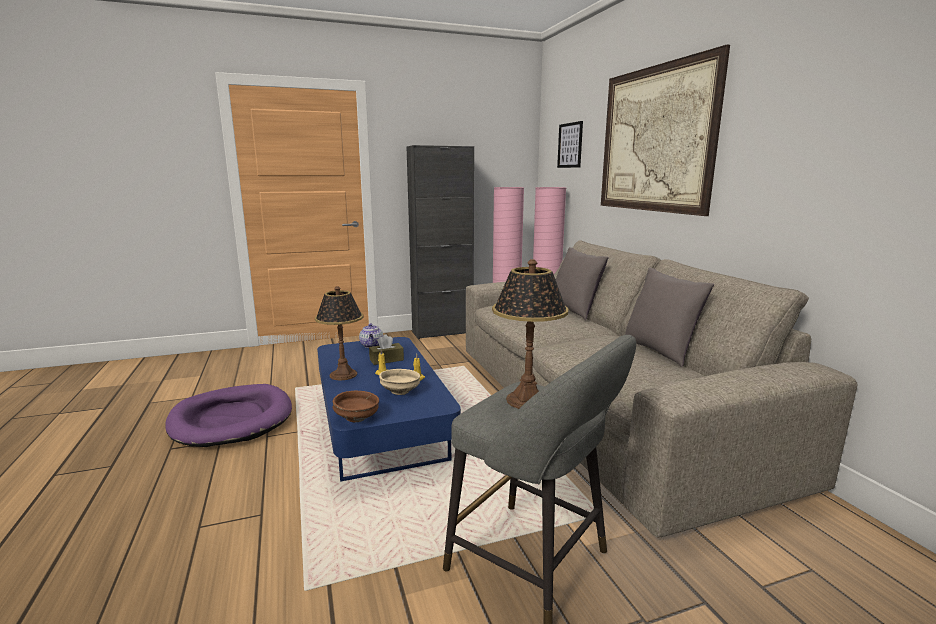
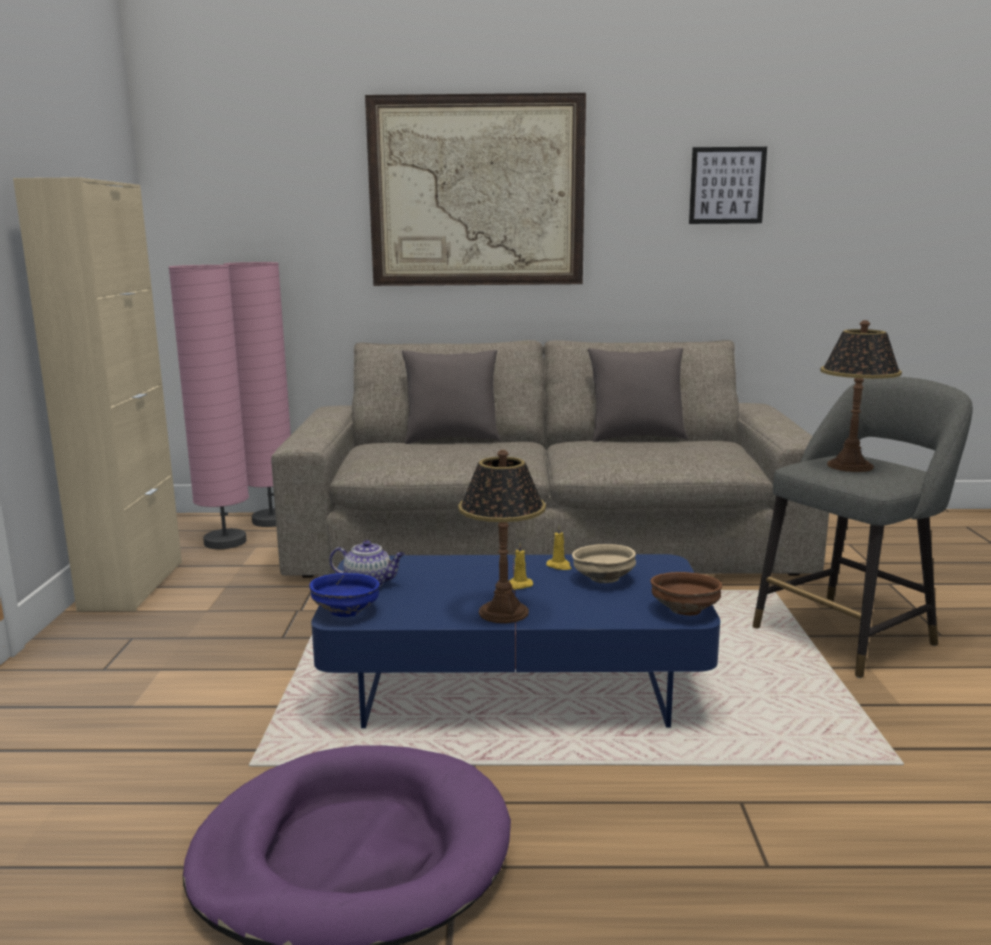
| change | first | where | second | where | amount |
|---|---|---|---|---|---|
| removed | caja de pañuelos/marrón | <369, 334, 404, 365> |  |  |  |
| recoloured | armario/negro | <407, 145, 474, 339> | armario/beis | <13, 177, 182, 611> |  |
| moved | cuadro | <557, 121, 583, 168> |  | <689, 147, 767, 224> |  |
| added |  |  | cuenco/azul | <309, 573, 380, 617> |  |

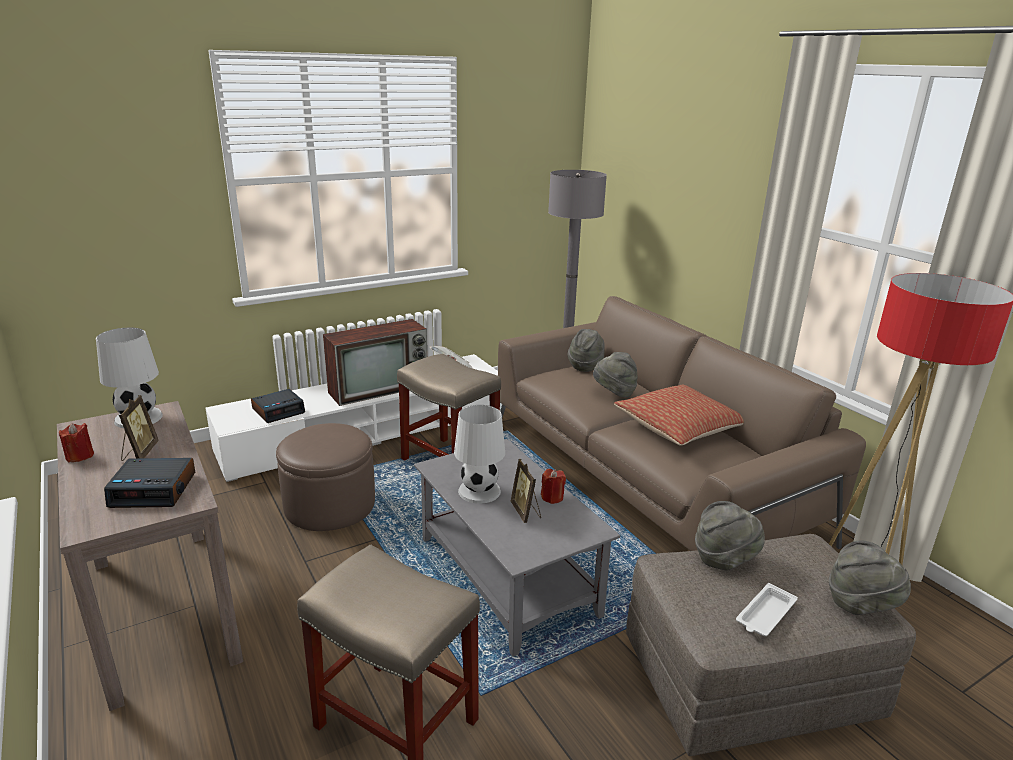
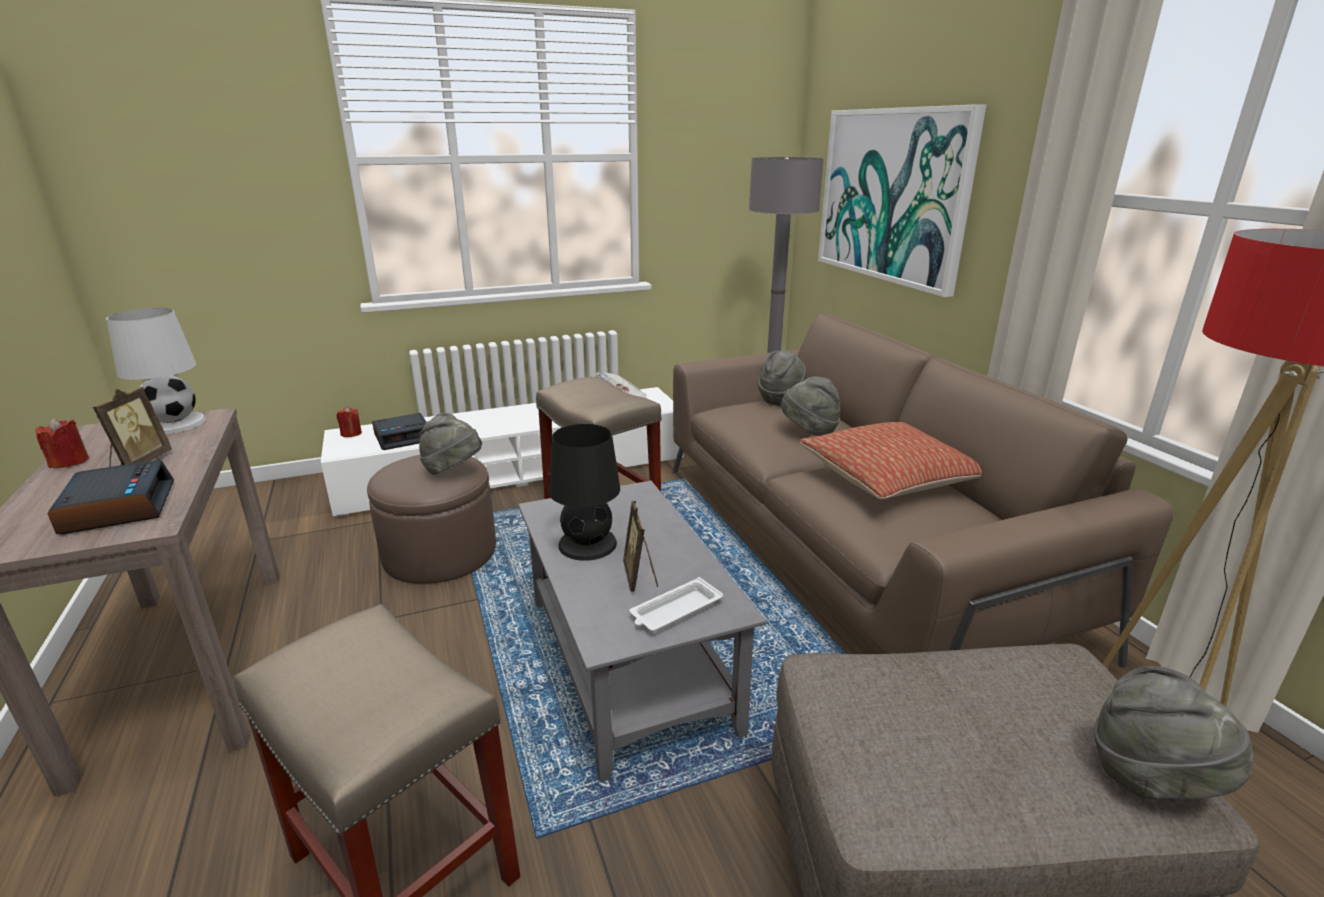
| change | first | where | second | where | amount |
|---|---|---|---|---|---|
| turned | despertador | <104, 458, 195, 508> |  | <47, 460, 174, 534> | 120 degrees counterclockwise |
| removed | televisor | <323, 319, 427, 406> |  |  |  |
| recoloured | lámpara de mesa/blanco | <454, 405, 505, 504> | lámpara de mesa/negro | <549, 424, 620, 561> |  |
| moved | vela/rojo | <541, 469, 566, 504> |  | <336, 407, 362, 437> |  |
| moved | sombrero/gris | <695, 501, 765, 571> |  | <419, 413, 482, 475> |  |
| moved | bandeja/blanco | <736, 583, 798, 636> |  | <629, 577, 723, 632> |  |
| added |  |  | cuadro | <818, 104, 986, 297> |  |

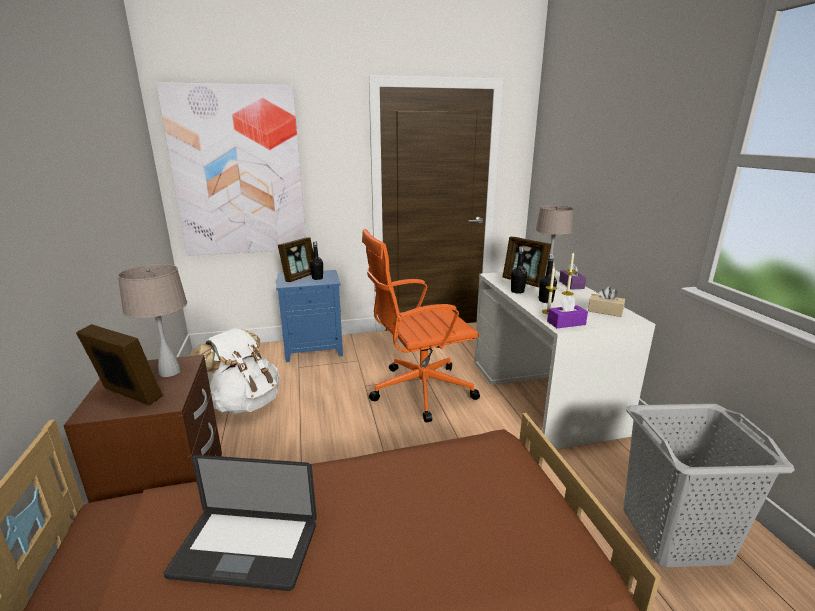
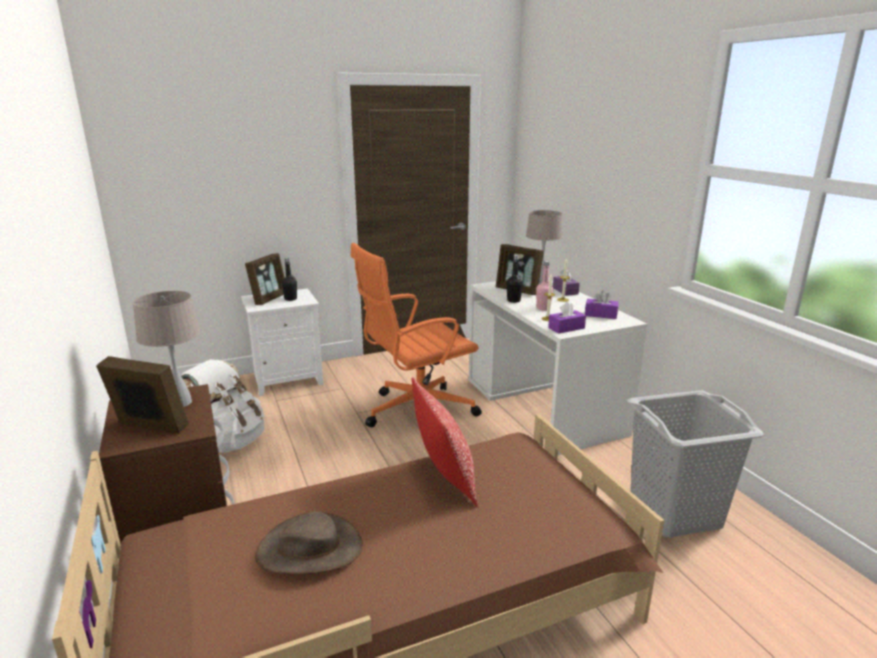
| change | first | where | second | where | amount |
|---|---|---|---|---|---|
| removed | cuadro | <156, 82, 306, 256> |  |  |  |
| replaced | portátil | <164, 455, 317, 591> | sombrero/marrón | <255, 512, 363, 575> |  |
| recoloured | mesita de noche/azul | <276, 270, 343, 362> | mesita de noche/blanco | <241, 288, 324, 396> |  |
| recoloured | botella/negro | <538, 254, 557, 303> | botella/rosa | <536, 261, 553, 310> |  |
| recoloured | caja de pañuelos/beis | <588, 286, 625, 317> | caja de pañuelos/morado | <585, 290, 618, 319> |  |
| added |  |  | cojín | <411, 377, 478, 507> |  |

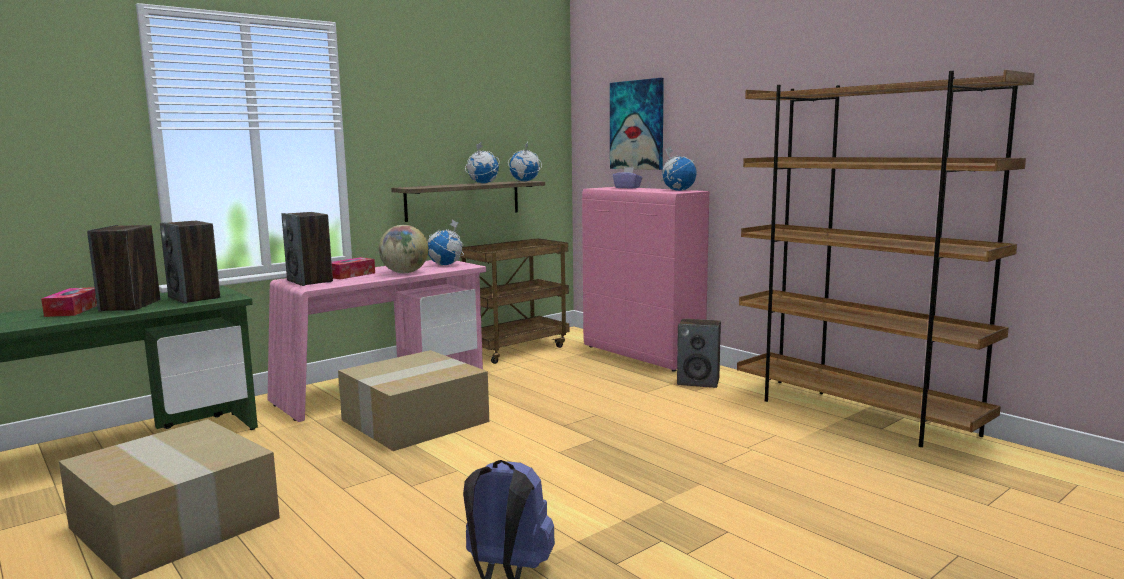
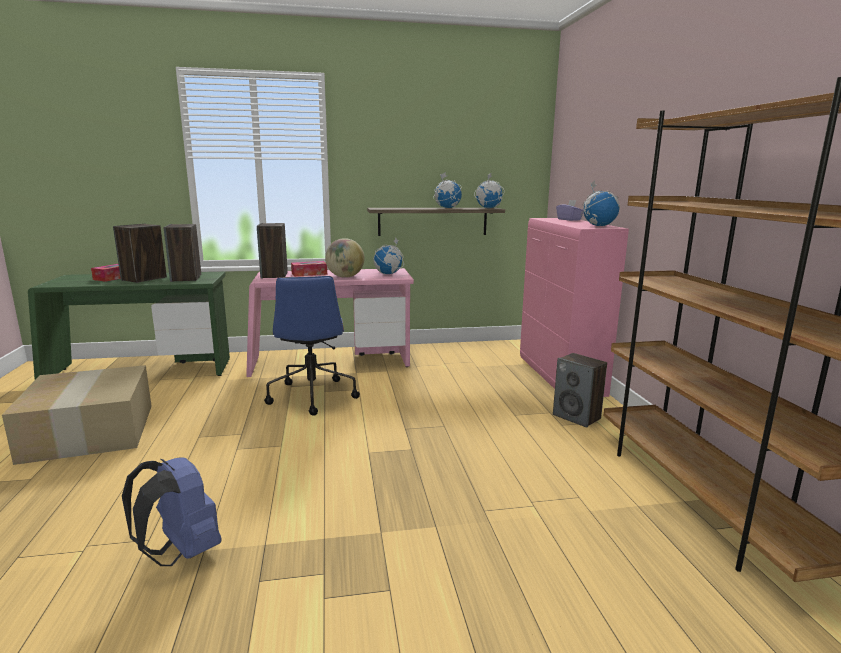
| change | first | where | second | where | amount |
|---|---|---|---|---|---|
| replaced | caja de cartón | <338, 350, 489, 451> | silla de oficina/azul | <264, 276, 360, 415> |  |
| removed | carrito/marrón | <460, 238, 569, 364> |  |  |  |
| removed | cuadro | <610, 78, 664, 170> |  |  |  |

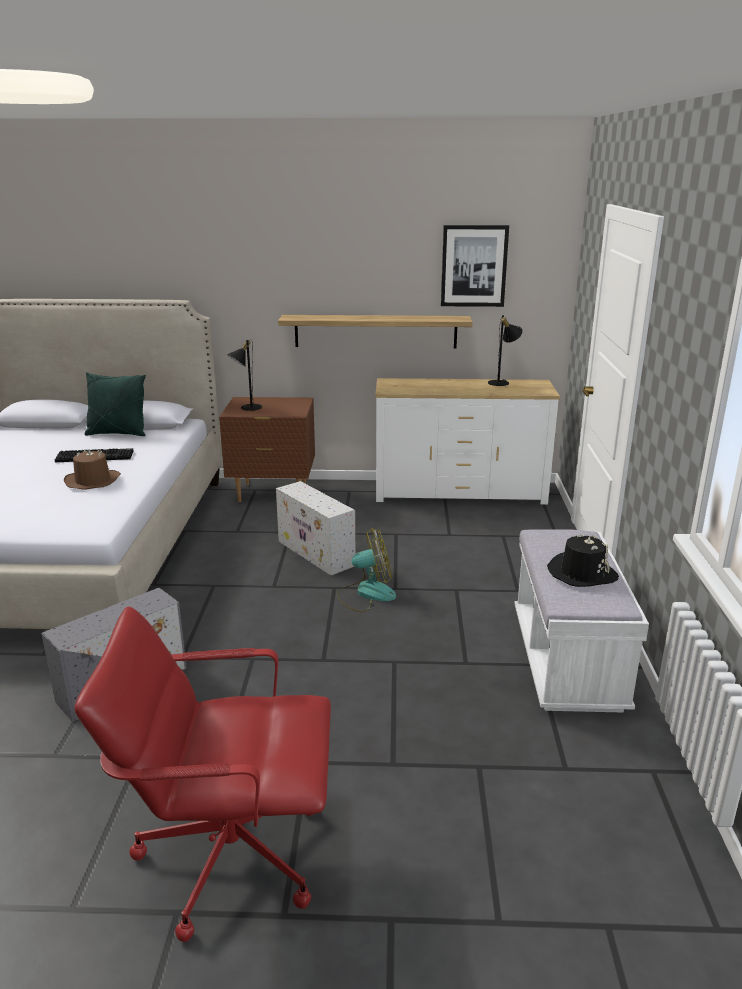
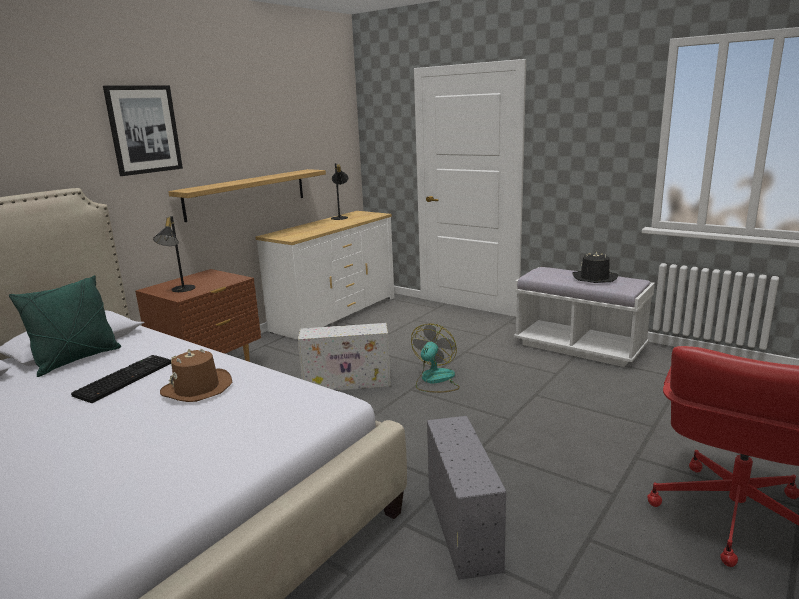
| change | first | where | second | where | amount |
|---|---|---|---|---|---|
| moved | cuadro | <441, 225, 509, 307> |  | <103, 85, 183, 176> |  |

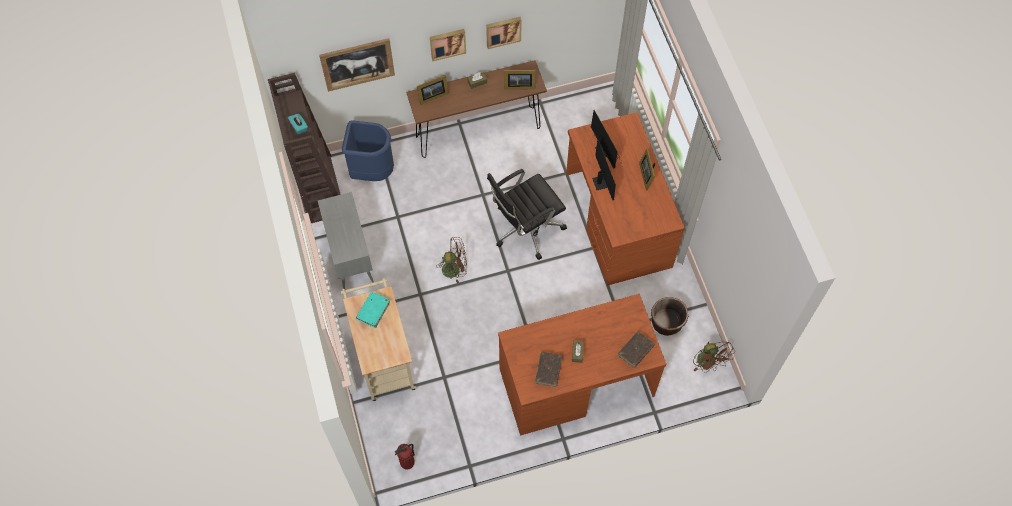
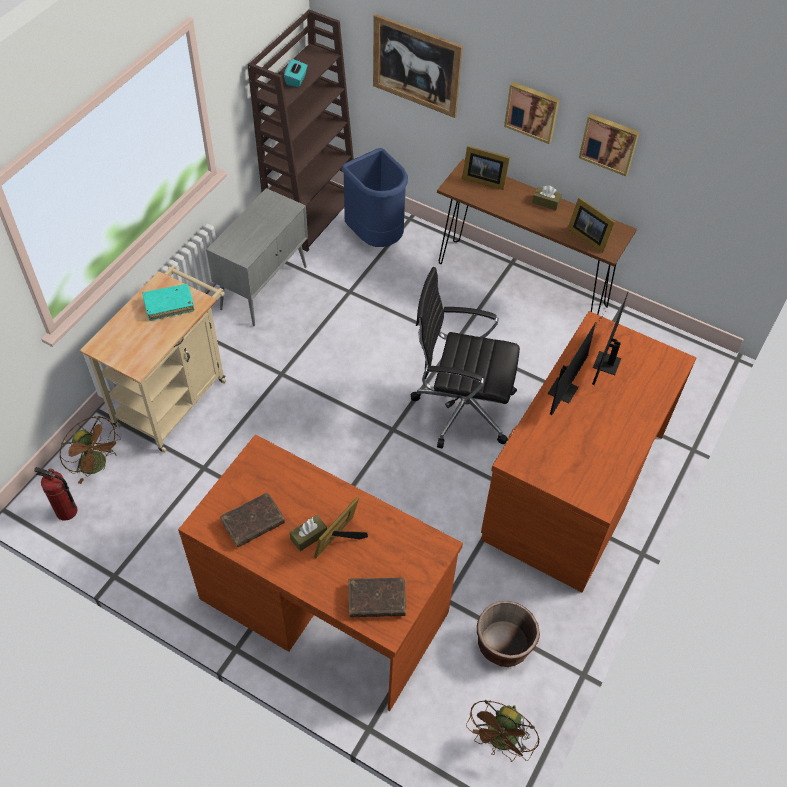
| change | first | where | second | where | amount |
|---|---|---|---|---|---|
| moved | ventilador/marrón | <436, 237, 467, 284> |  | <59, 416, 121, 484> |  |
| moved | portarretratos | <639, 148, 655, 191> |  | <314, 497, 368, 558> |  |

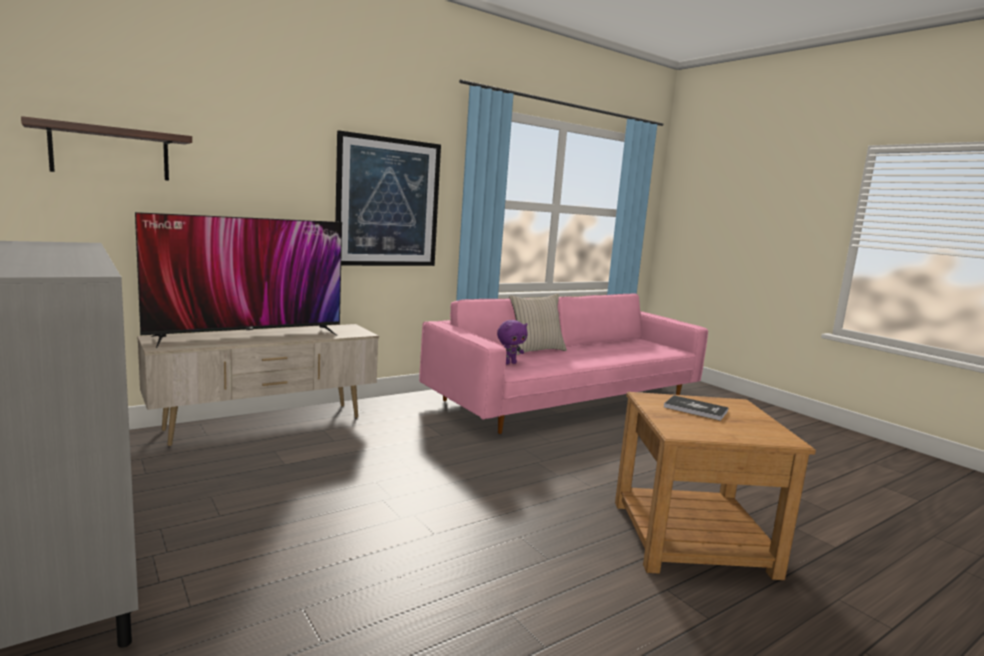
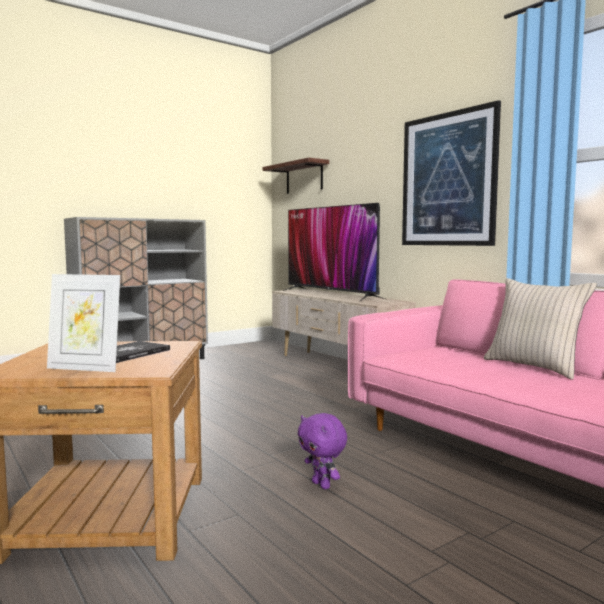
| change | first | where | second | where | amount |
|---|---|---|---|---|---|
| moved | peluche/morado | <497, 320, 528, 365> |  | <298, 413, 347, 489> |  |
| added |  |  | portarretratos | <47, 274, 120, 372> |  |

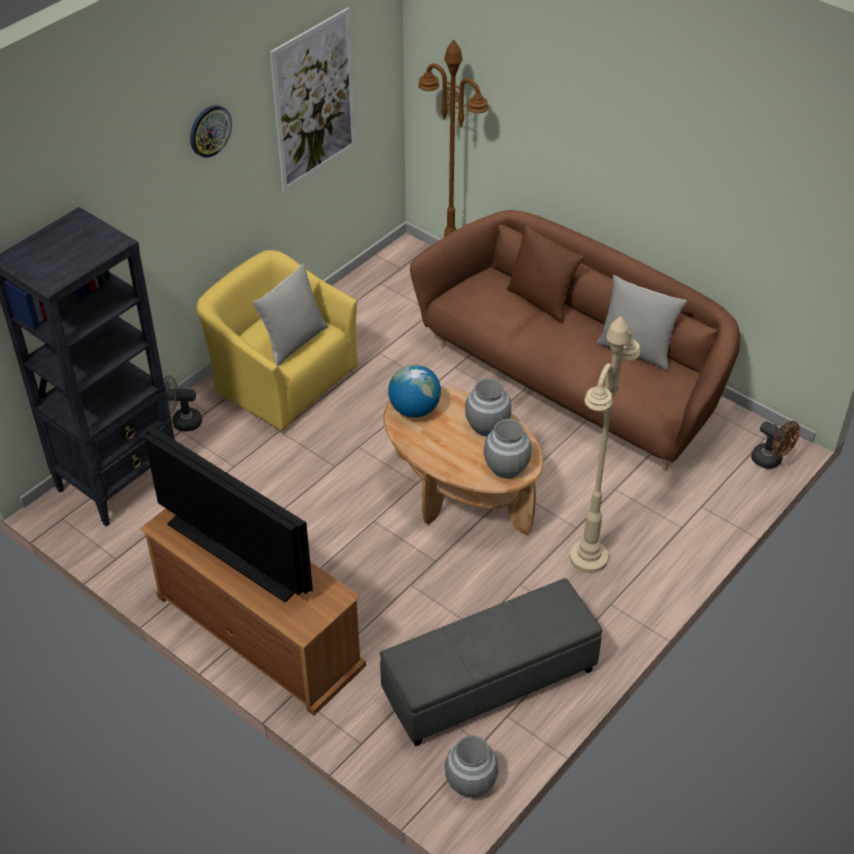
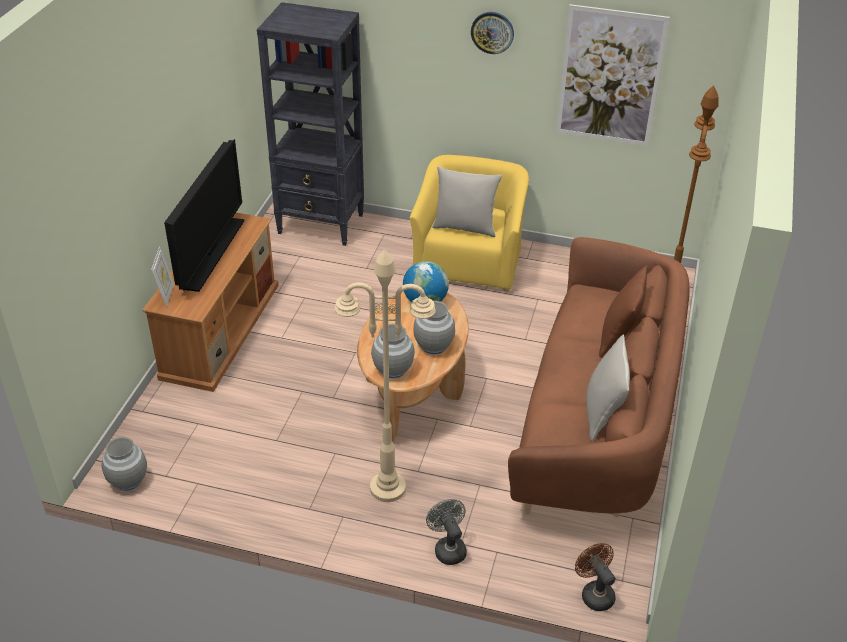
| change | first | where | second | where | amount |
|---|---|---|---|---|---|
| moved | ventilador/gris | <163, 375, 202, 432> |  | <426, 499, 467, 565> |  |
| removed | puf/gris | <380, 578, 602, 746> |  |  |  |
| turned | ventilador/marrón | <751, 421, 800, 469> |  | <575, 543, 616, 611> | 135 degrees clockwise |
| added |  |  | portarretratos | <151, 246, 174, 307> |  |

